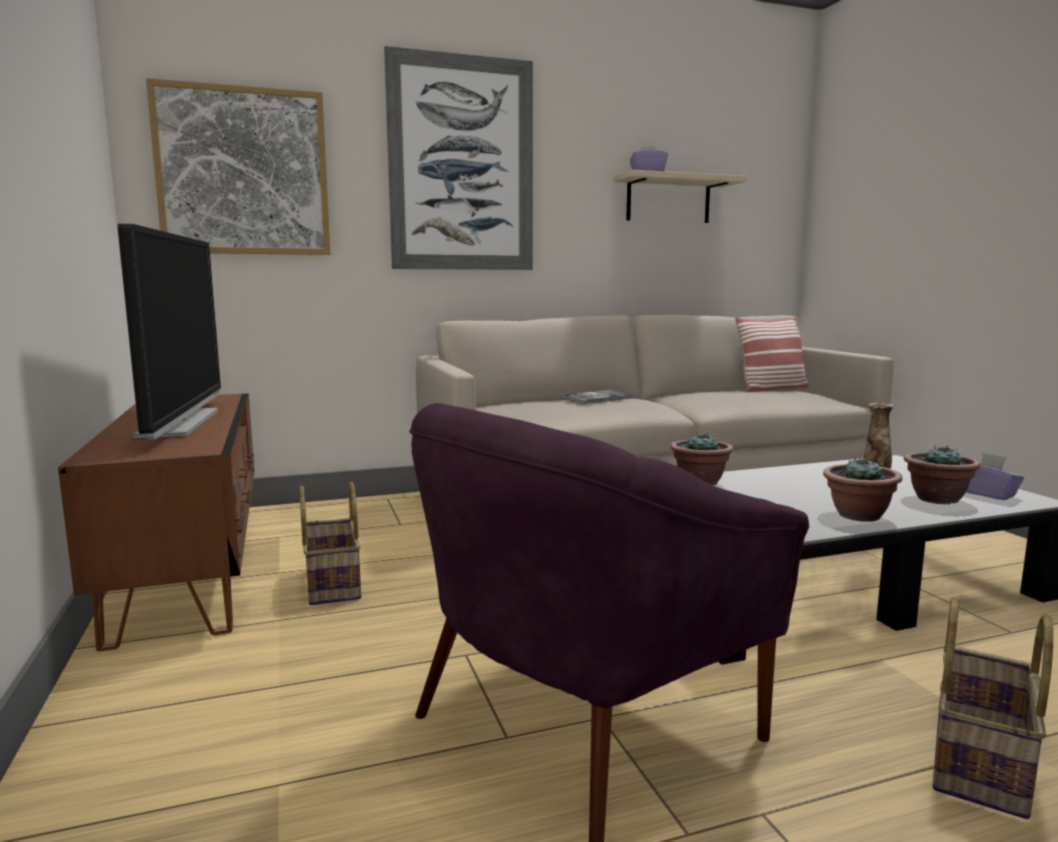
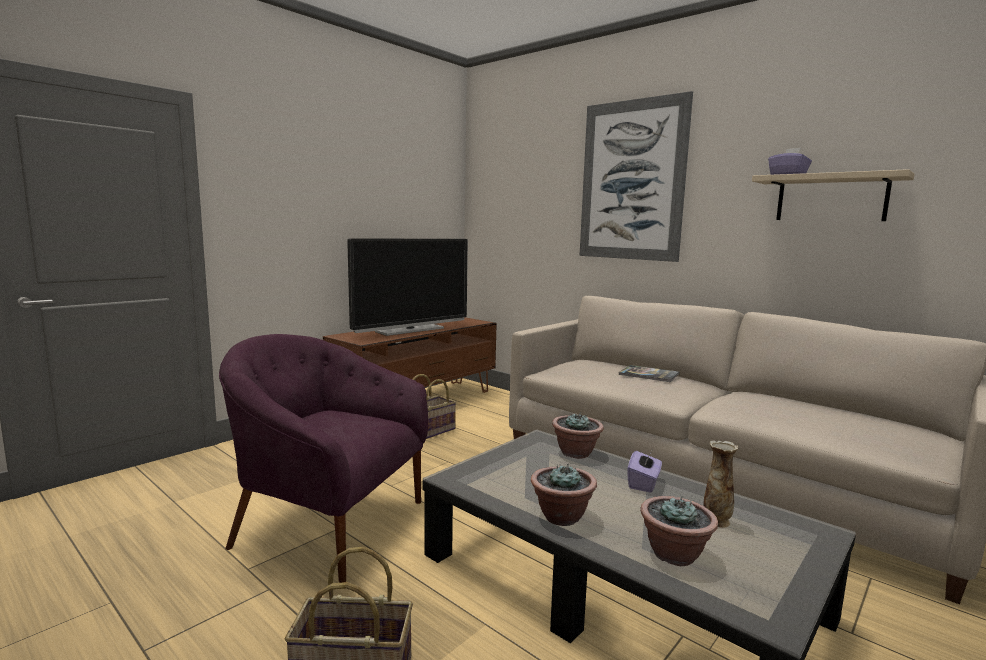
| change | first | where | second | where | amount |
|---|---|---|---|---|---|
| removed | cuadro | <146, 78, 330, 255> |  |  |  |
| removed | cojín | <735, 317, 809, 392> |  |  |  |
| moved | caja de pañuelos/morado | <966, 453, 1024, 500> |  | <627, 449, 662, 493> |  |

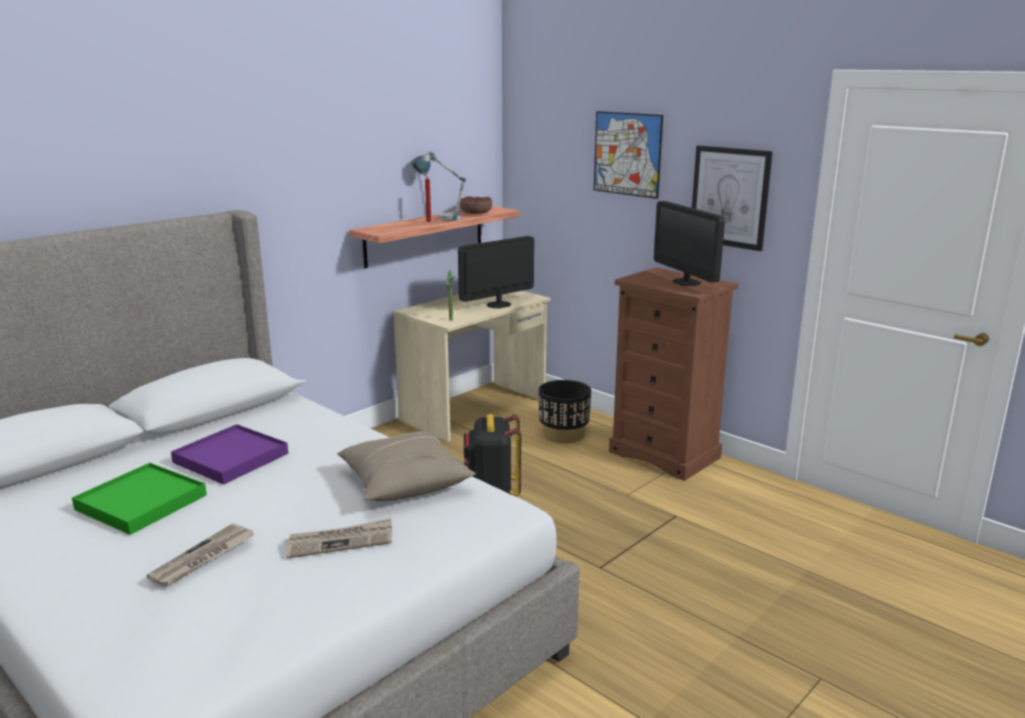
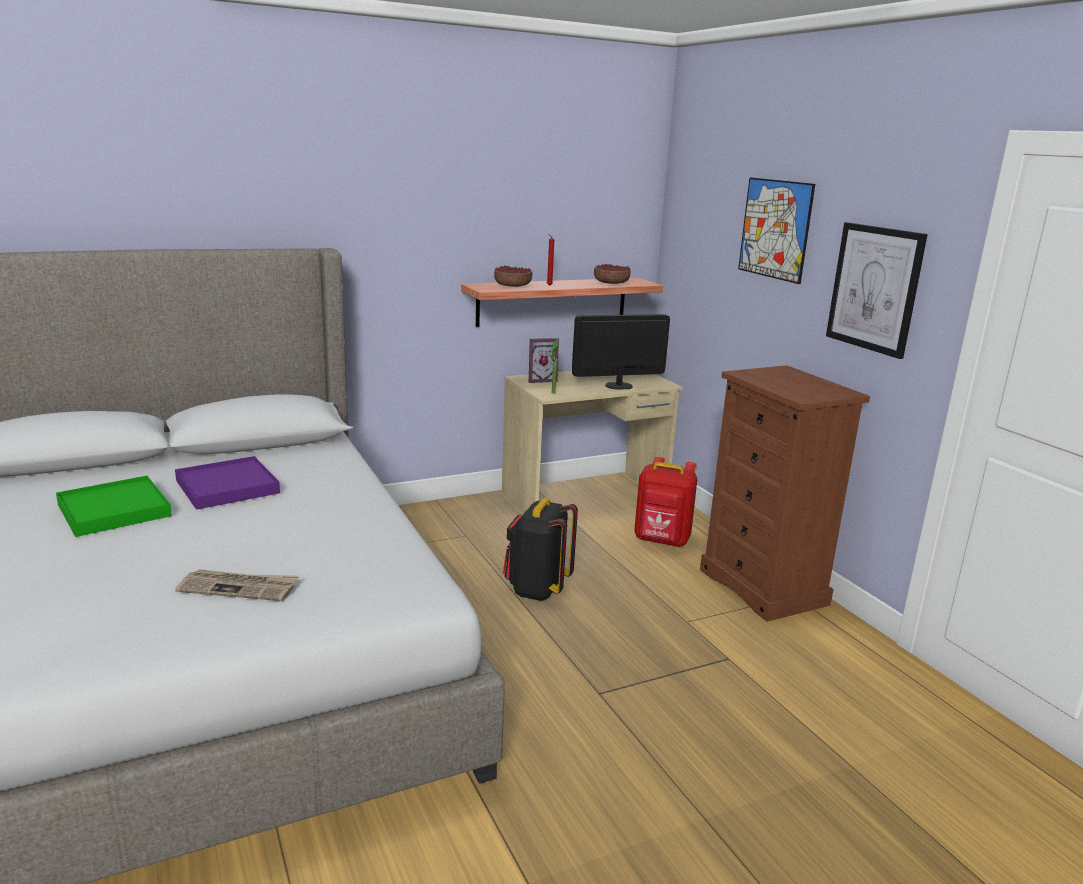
| change | first | where | second | where | amount |
|---|---|---|---|---|---|
| removed | periódico | <147, 523, 254, 587> |  |  |  |
| removed | cojín/beis | <337, 431, 476, 502> |  |  |  |
| removed | lámpara de mesa | <411, 150, 466, 221> |  |  |  |
| replaced | maceta/negro | <539, 380, 591, 443> | mochila/rojo | <634, 457, 697, 547> |  |
| removed | monitor | <654, 201, 725, 286> |  |  |  |
| added |  |  | cuenco | <494, 265, 532, 287> |  |
| added |  |  | portarretratos | <529, 338, 559, 383> |  |

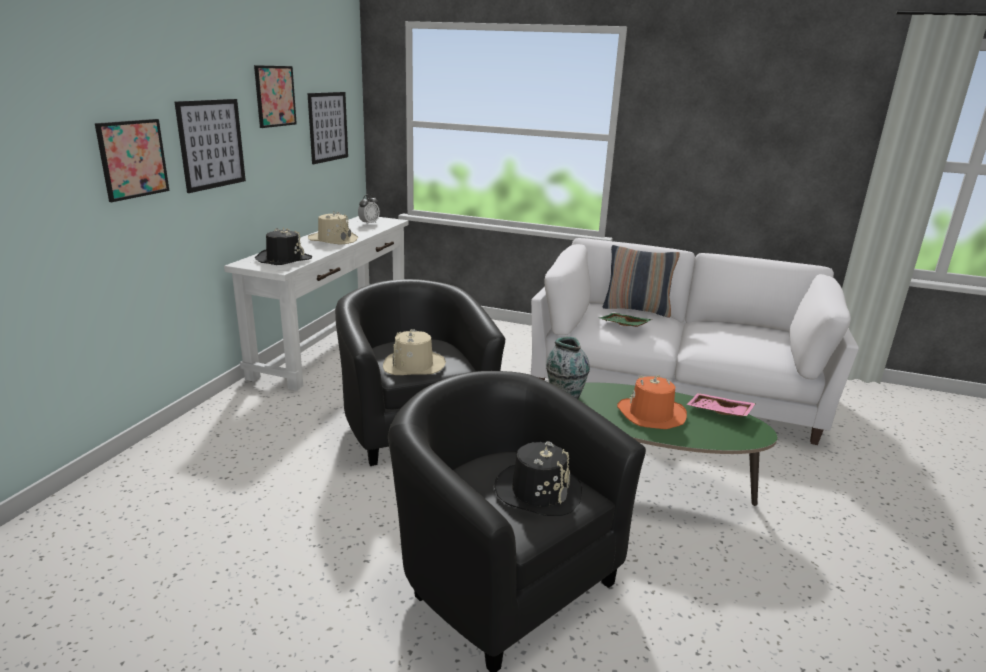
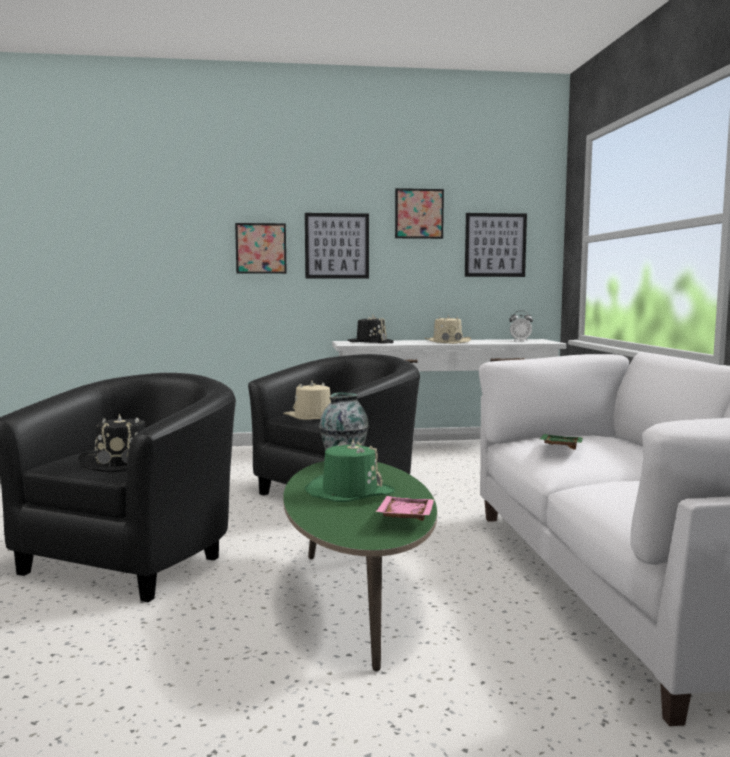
| change | first | where | second | where | amount |
|---|---|---|---|---|---|
| removed | cojín | <603, 245, 680, 318> |  |  |  |
| recoloured | sombrero/naranja | <617, 375, 687, 429> | sombrero/verde | <305, 440, 395, 502> |  |

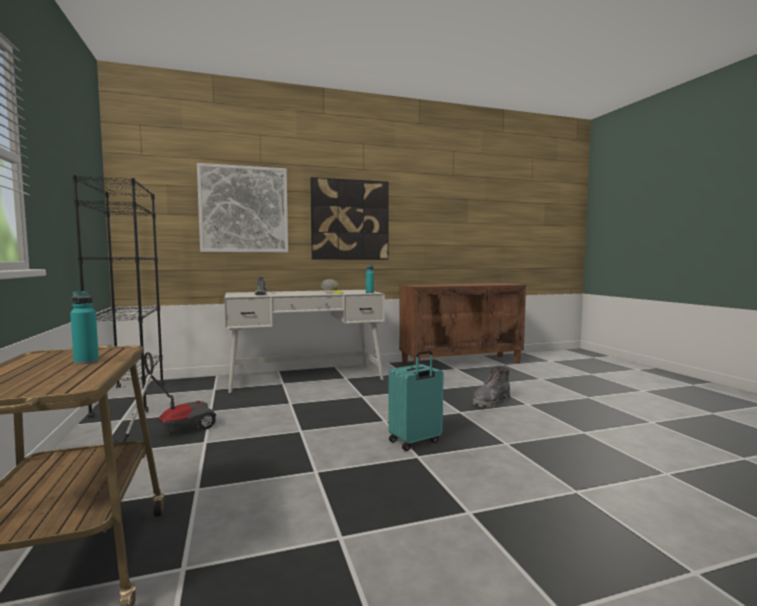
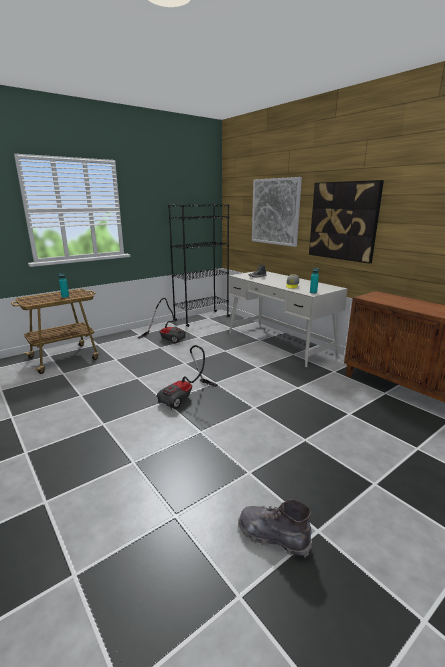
| change | first | where | second | where | amount |
|---|---|---|---|---|---|
| replaced | maleta/turquesa | <388, 350, 444, 451> | aspiradora | <157, 345, 218, 409> |  |
| moved | bota/gris | <473, 367, 510, 408> |  | <238, 499, 312, 557> |  |

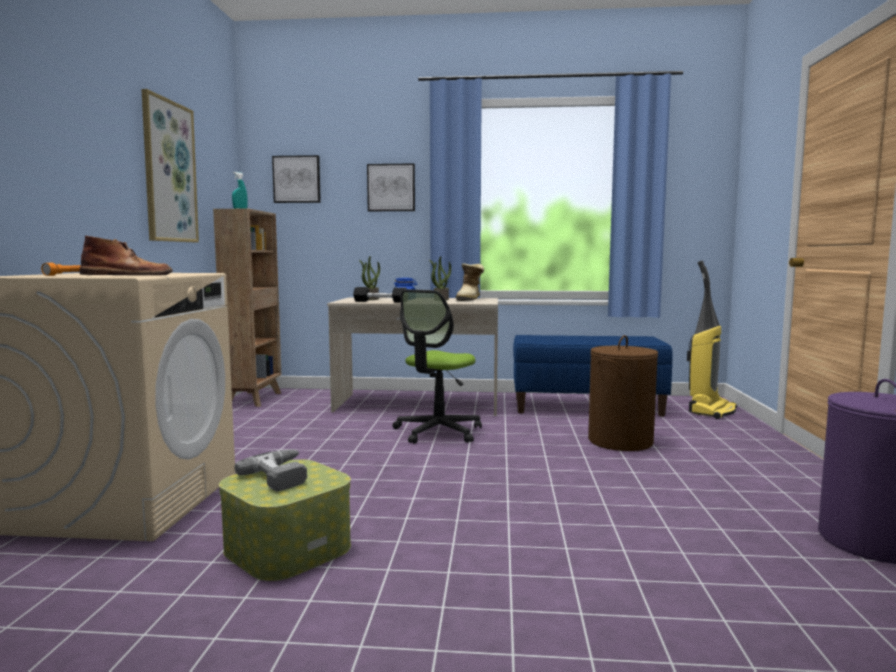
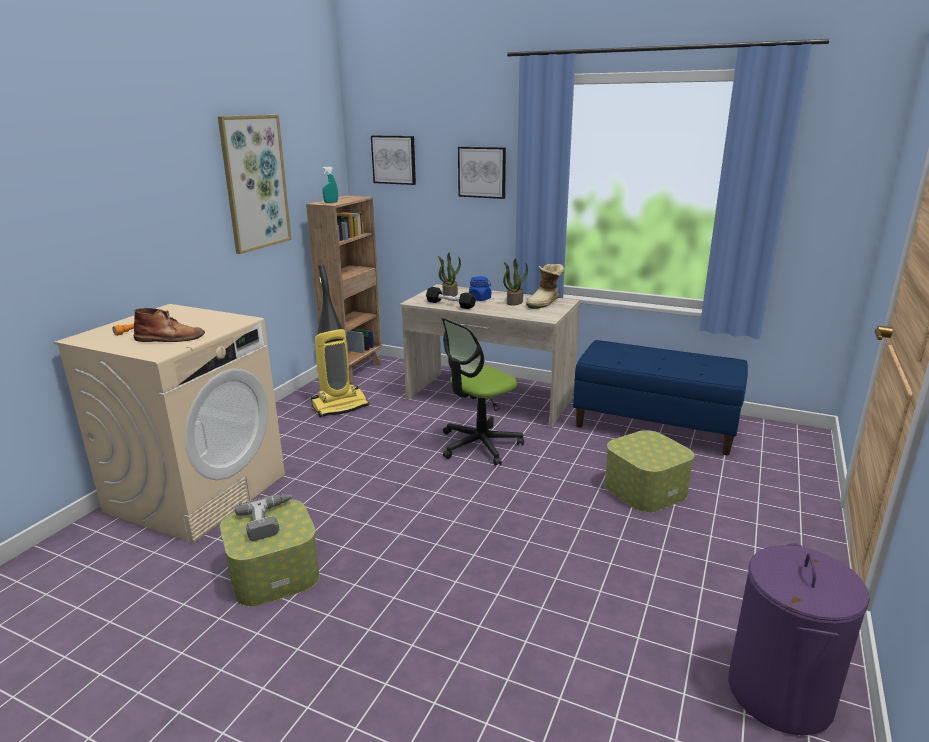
| change | first | where | second | where | amount |
|---|---|---|---|---|---|
| replaced | cesto de la ropa/marrón | <588, 335, 658, 451> | caja de almacenaje | <604, 430, 694, 513> |  |
| moved | aspiradora | <687, 261, 737, 419> |  | <311, 264, 369, 417> |  |

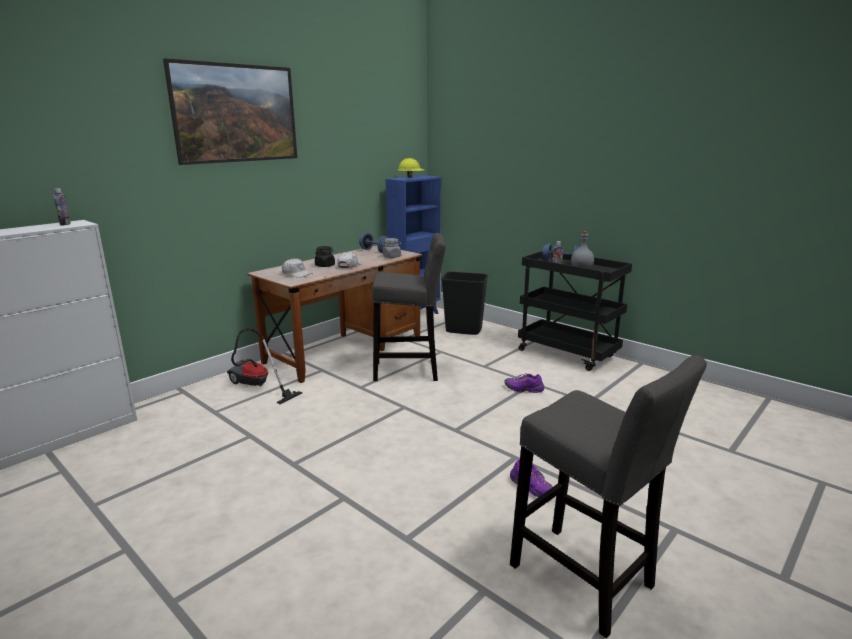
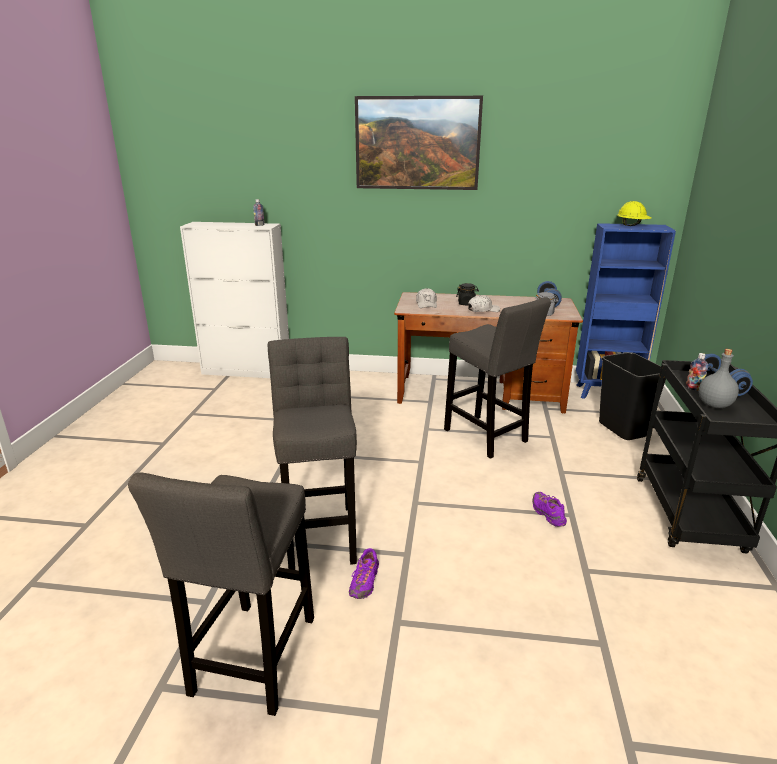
| change | first | where | second | where | amount |
|---|---|---|---|---|---|
| removed | aspiradora | <227, 328, 302, 404> |  |  |  |
| added |  |  | taburete/gris | <268, 337, 357, 570> |  |

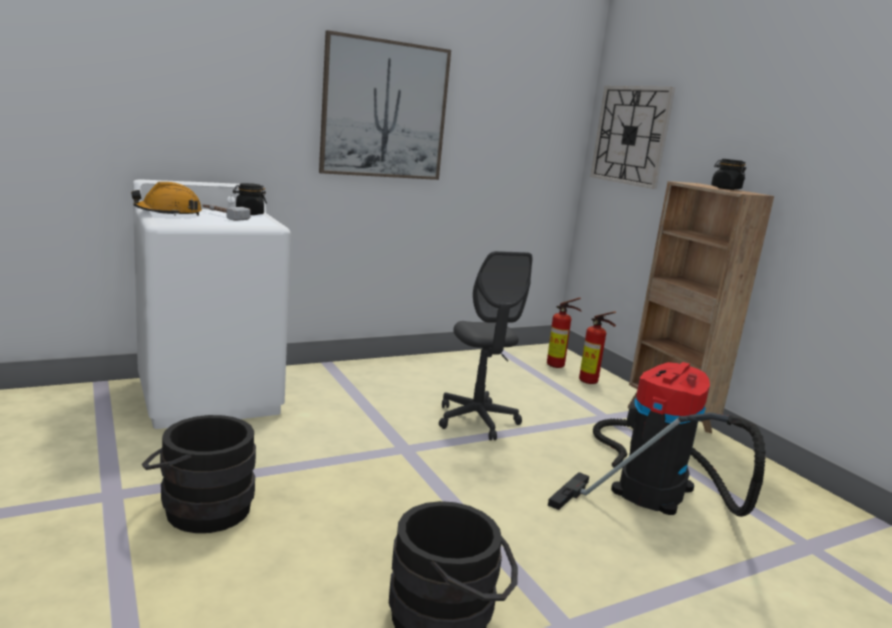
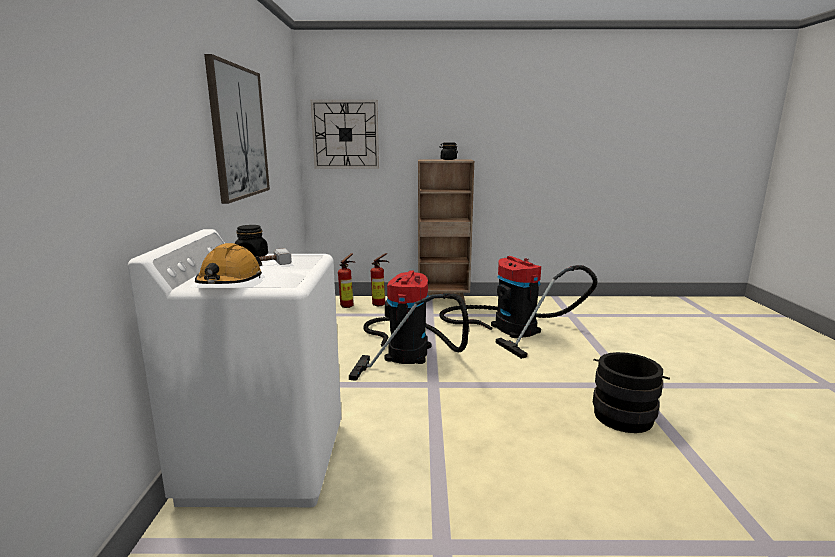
| change | first | where | second | where | amount |
|---|---|---|---|---|---|
| removed | cubo/negro | <142, 415, 256, 533> |  |  |  |
| replaced | silla de oficina/gris | <439, 251, 533, 441> | aspiradora | <349, 270, 469, 381> |  |

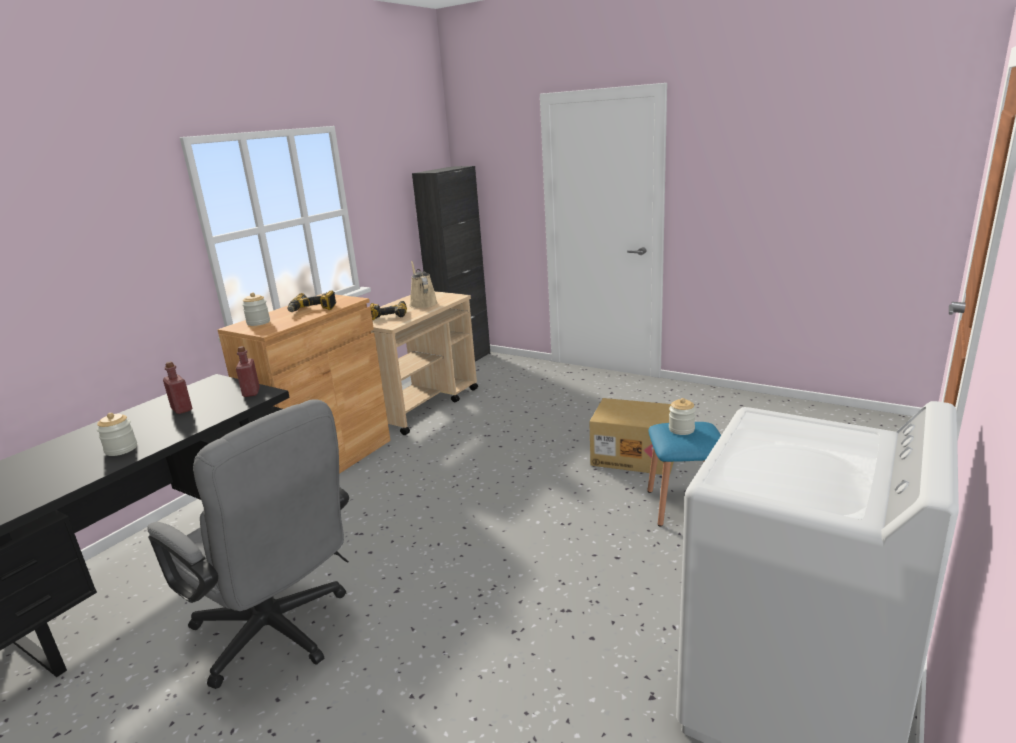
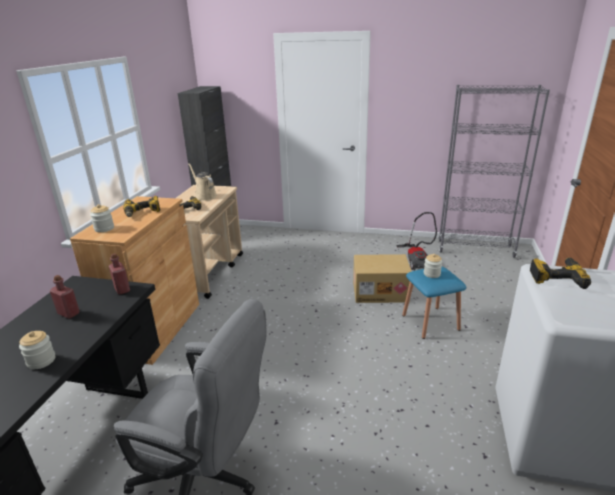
| change | first | where | second | where | amount |
|---|---|---|---|---|---|
| added |  |  | aspiradora | <397, 212, 437, 271> |  |
| added |  |  | estantería/gris | <439, 85, 550, 258> |  |
| added |  |  | taladro | <530, 257, 591, 289> |  |

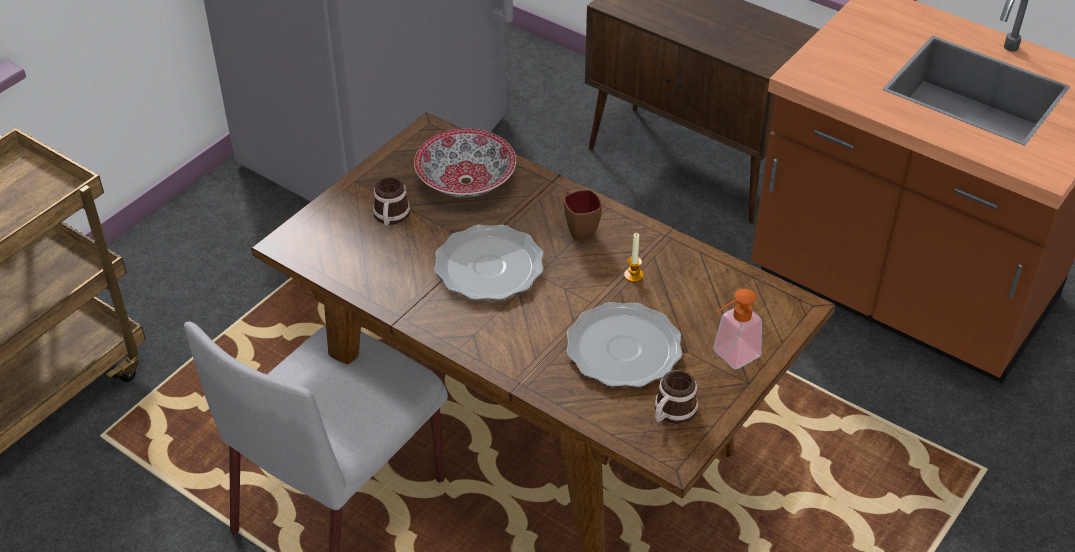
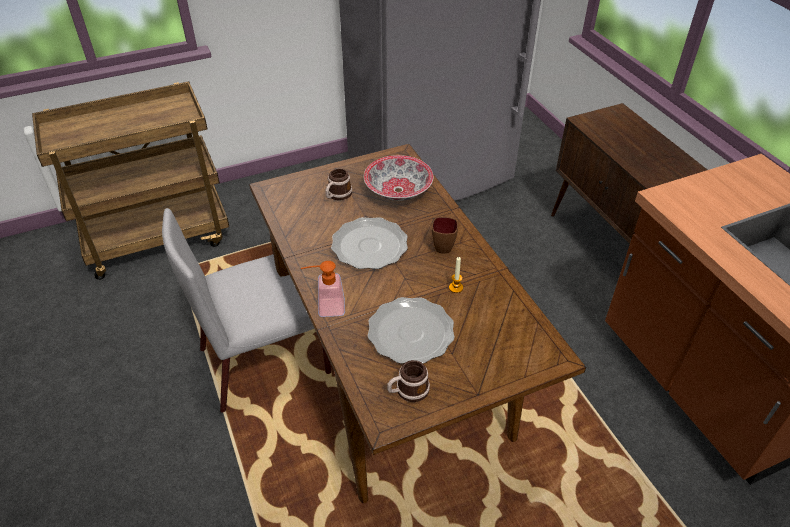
| change | first | where | second | where | amount |
|---|---|---|---|---|---|
| moved | dispensador de jabón | <713, 289, 762, 369> |  | <301, 261, 345, 317> |  |

